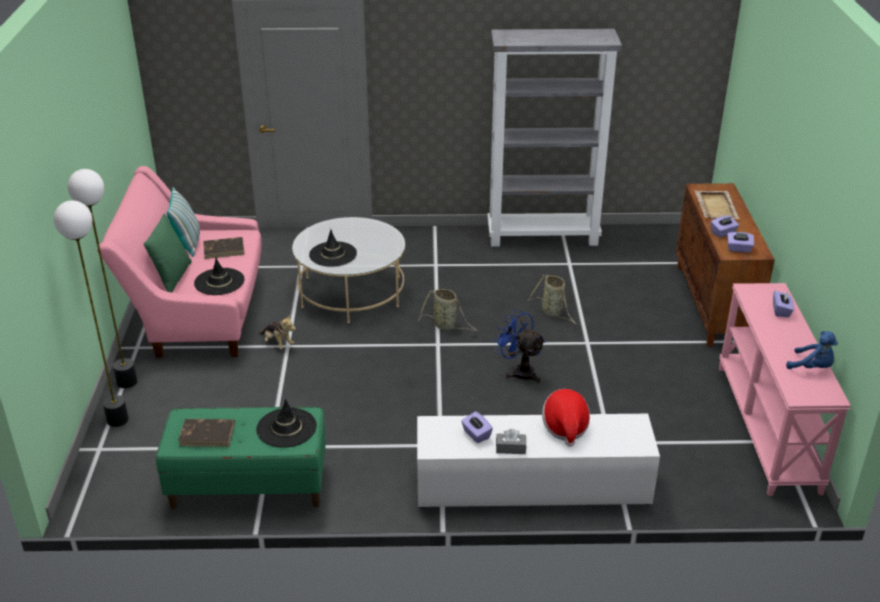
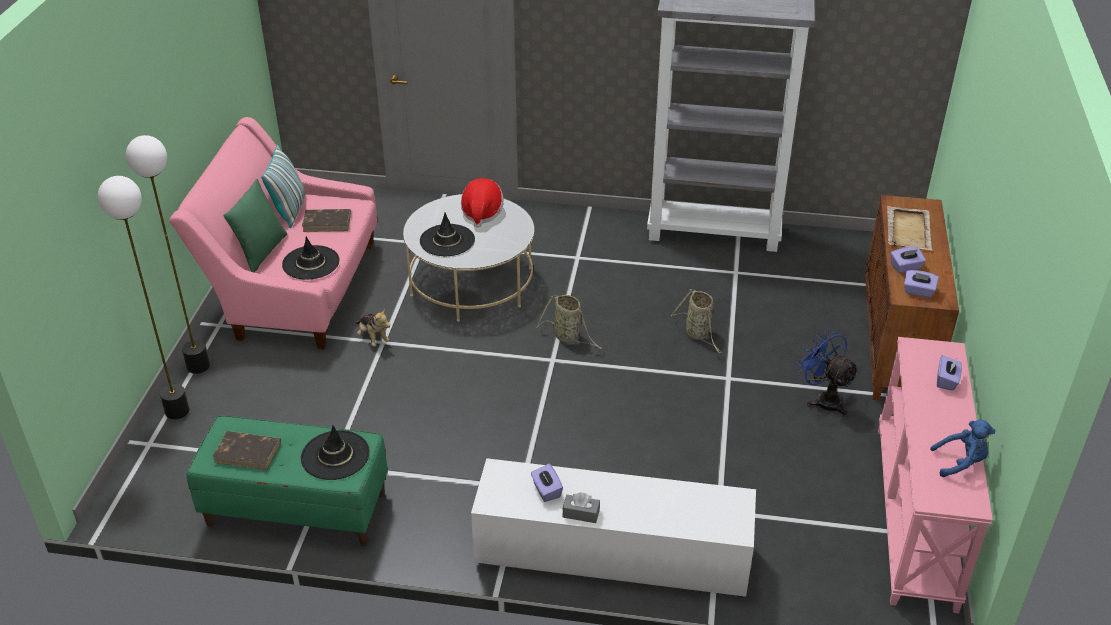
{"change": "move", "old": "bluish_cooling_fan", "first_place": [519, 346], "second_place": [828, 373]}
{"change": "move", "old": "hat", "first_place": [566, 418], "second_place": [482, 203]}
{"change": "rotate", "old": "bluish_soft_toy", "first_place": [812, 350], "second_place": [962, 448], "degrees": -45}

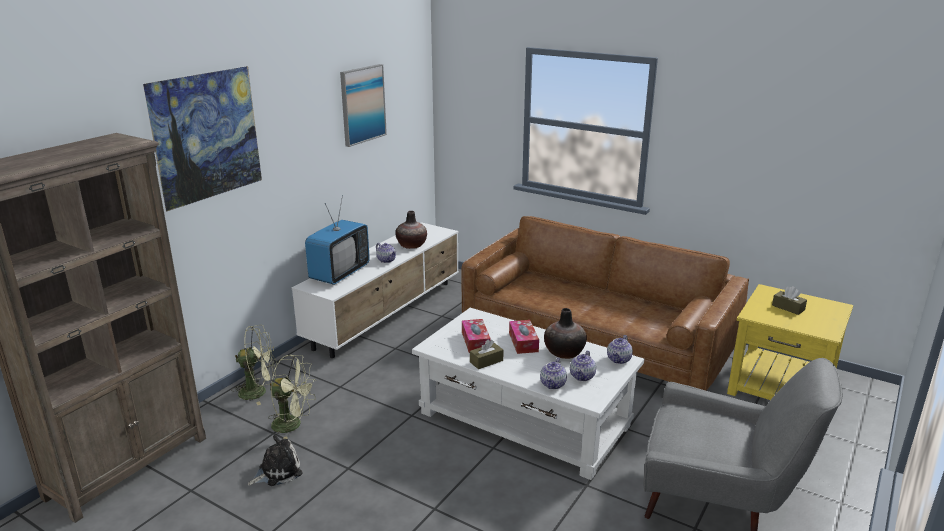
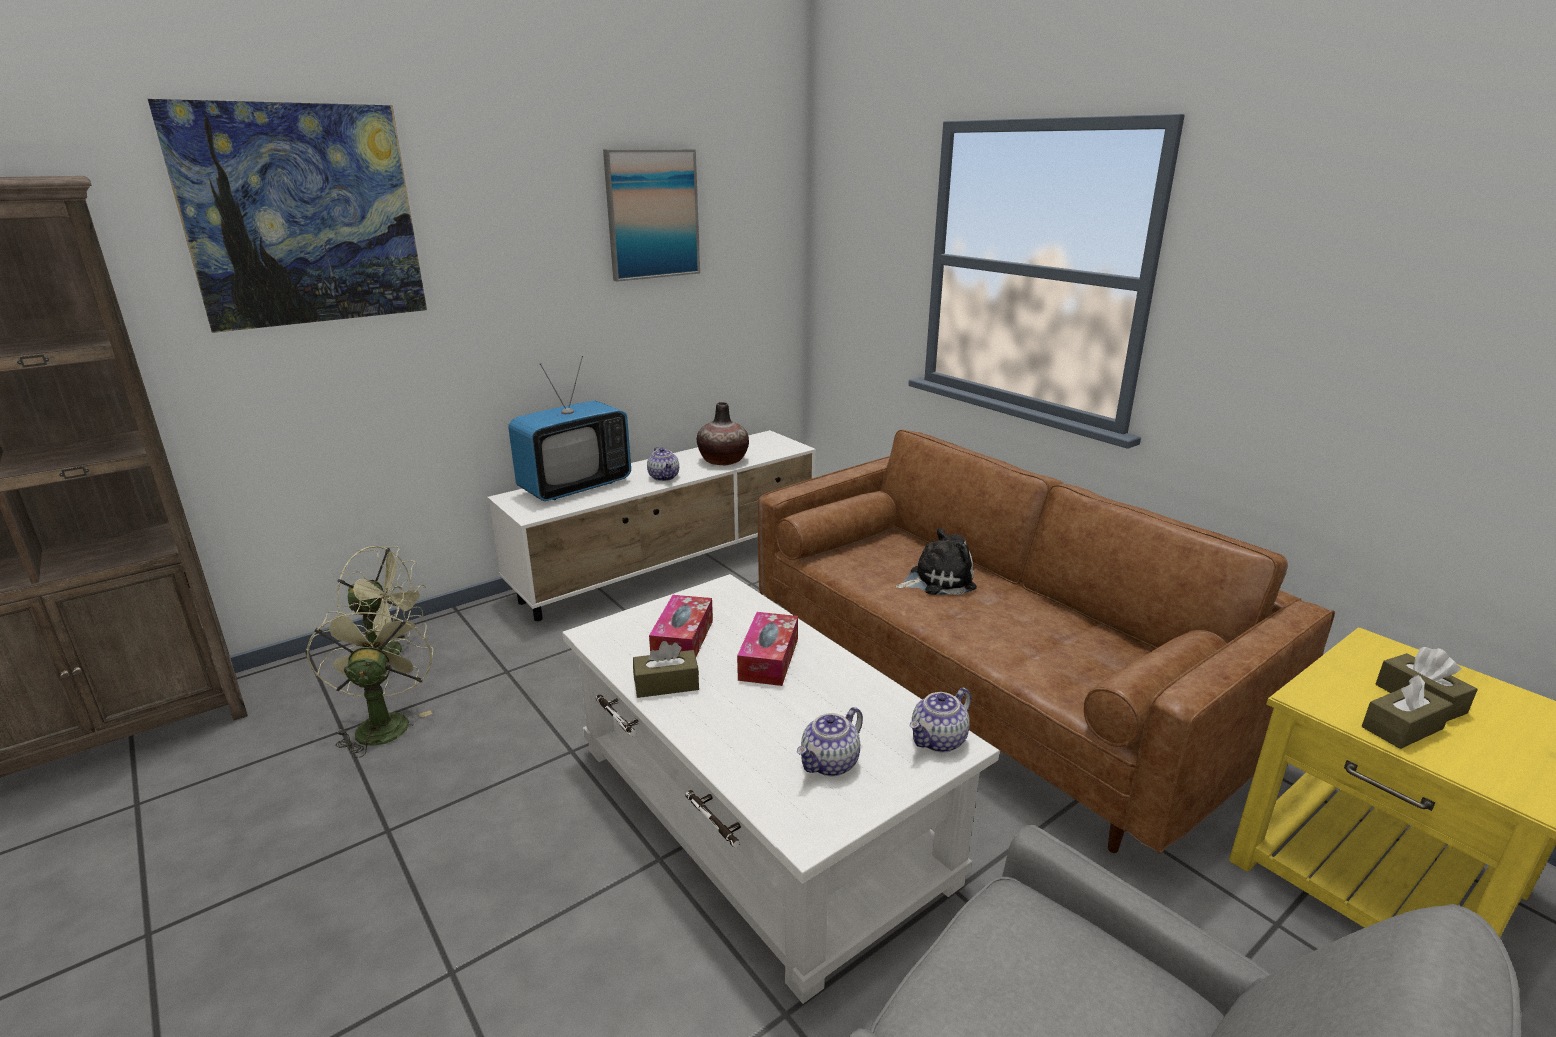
{"change": "move", "old": "soft_toy", "first_place": [275, 460], "second_place": [936, 561]}
{"change": "rotate", "old": "green-coloured_cooling_fan", "first_place": [292, 397], "second_place": [369, 679], "degrees": -135}
{"change": "delete", "old": "pot_for_tea", "first_place": [553, 373]}
{"change": "delete", "old": "flower_vase", "first_place": [565, 333]}
{"change": "insert", "new": "brown_tissue_box", "second_place": [1407, 712]}

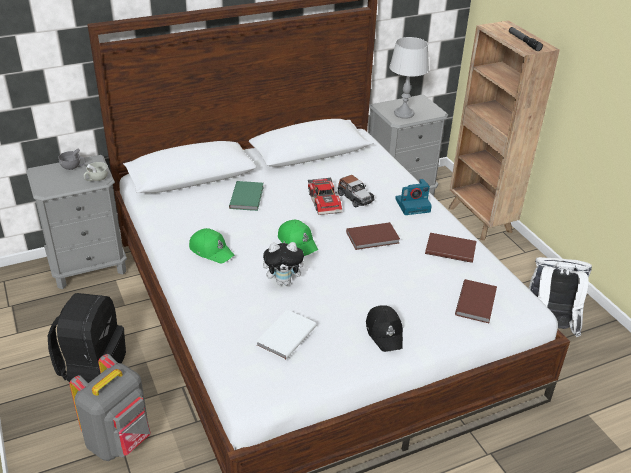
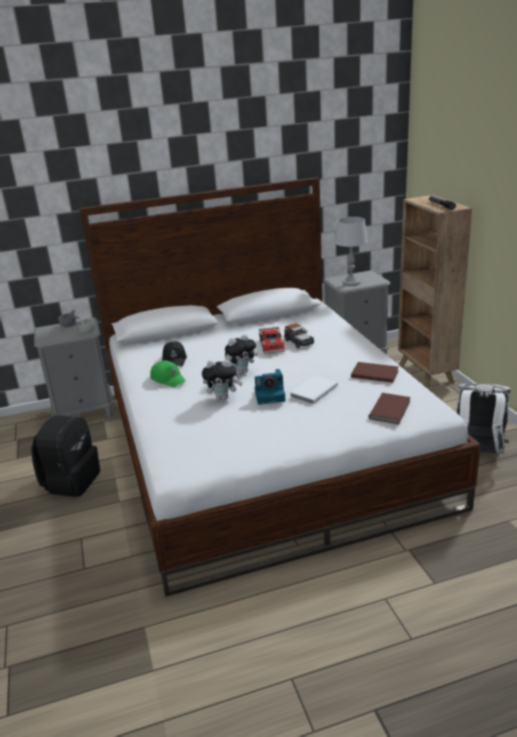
{"change": "delete", "old": "grey_rucksack", "first_place": [110, 407]}
{"change": "delete", "old": "green-coloured_volume", "first_place": [246, 196]}
{"change": "move", "old": "whitish_volume", "first_place": [286, 335], "second_place": [314, 389]}
{"change": "replace", "old": "green-coloured_peaked_cap", "new": "soft_toy", "first_place": [298, 238], "second_place": [241, 354]}
{"change": "delete", "old": "brown_volume", "first_place": [373, 236]}
{"change": "move", "old": "black-coloured_peaked_cap", "first_place": [384, 328], "second_place": [174, 354]}
{"change": "move", "old": "still_camera", "first_place": [413, 197], "second_place": [270, 387]}

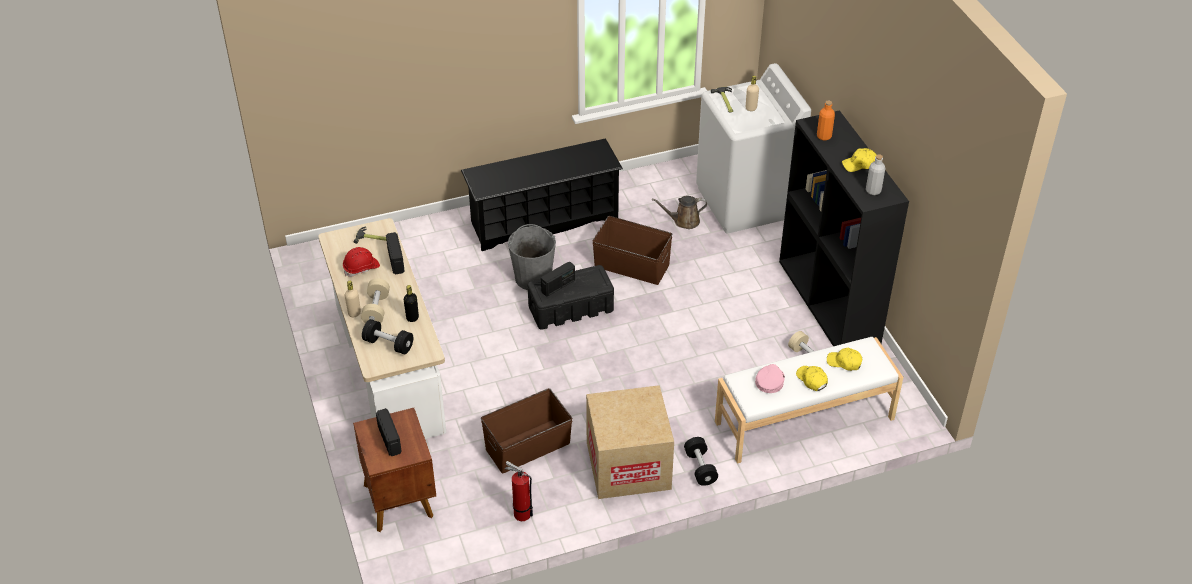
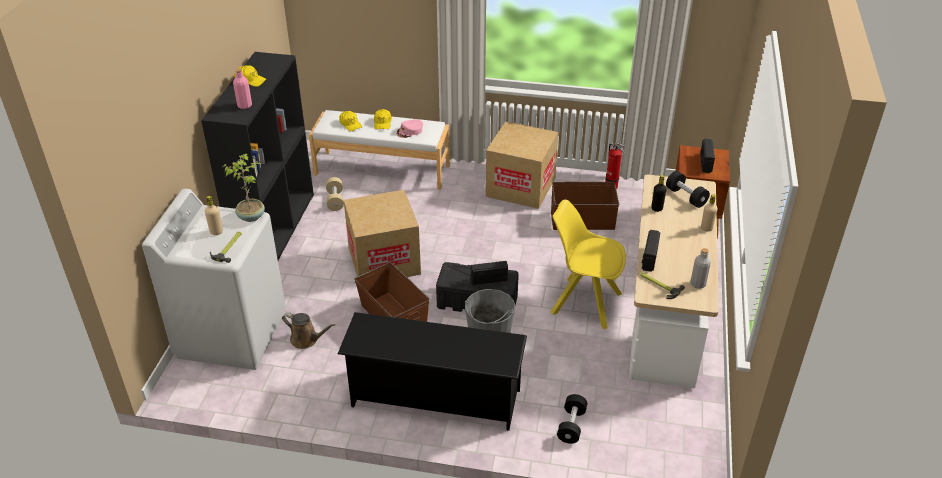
{"change": "delete", "old": "red_work_helmet", "first_place": [361, 262]}
{"change": "delete", "old": "sand-coloured_hand_weight", "first_place": [375, 300]}
{"change": "move", "old": "black-coloured_hand_weight", "first_place": [701, 461], "second_place": [572, 419]}
{"change": "recolor", "old": "orange_beverage_bottle", "new": "pink-coloured_beverage_bottle", "first_place": [826, 120], "second_place": [242, 89]}
{"change": "move", "old": "grey_beverage_bottle", "first_place": [875, 174], "second_place": [700, 268]}
{"change": "insert", "new": "plant_in_a_pot", "second_place": [244, 188]}
{"change": "insert", "new": "carton", "second_place": [382, 233]}
{"change": "insert", "new": "yellowish_chair", "second_place": [588, 264]}

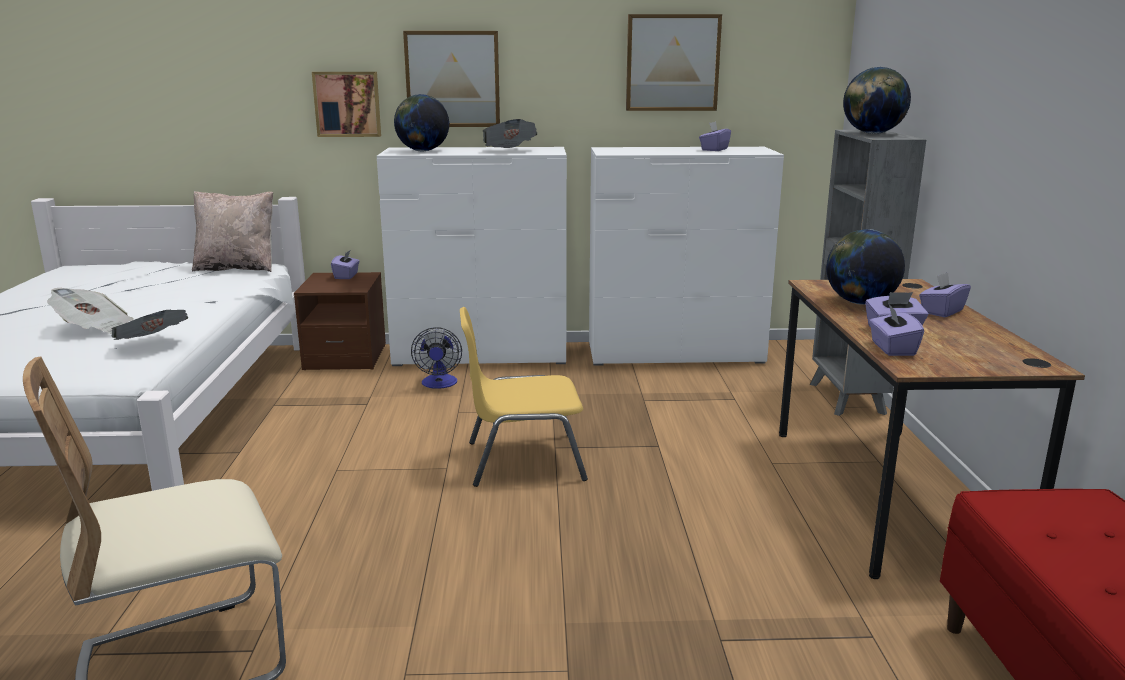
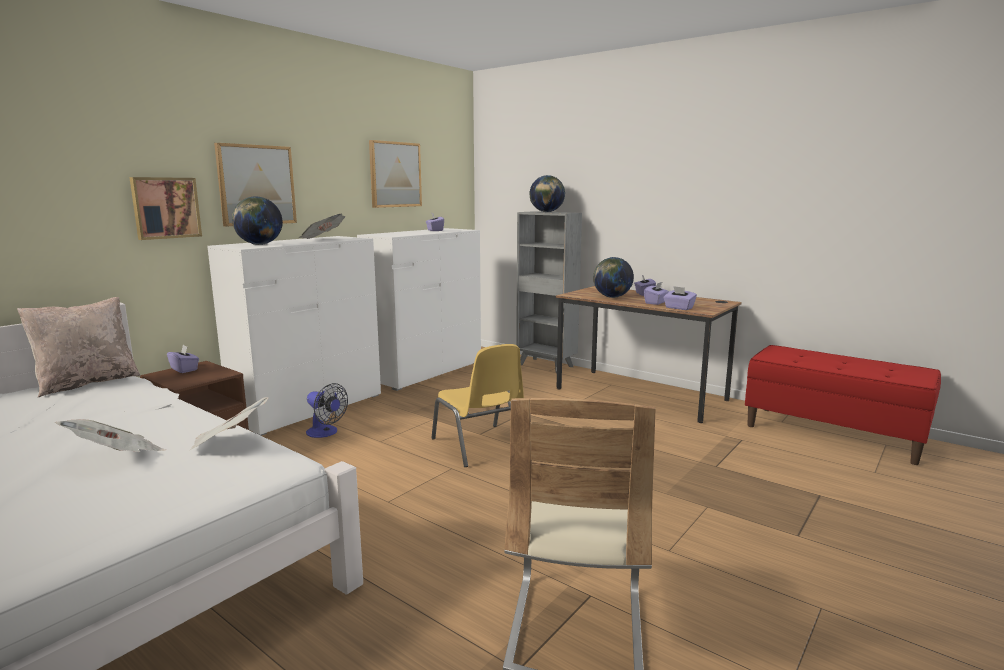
{"change": "rotate", "old": "yellowish_chair", "first_place": [524, 397], "second_place": [478, 405], "degrees": -60}

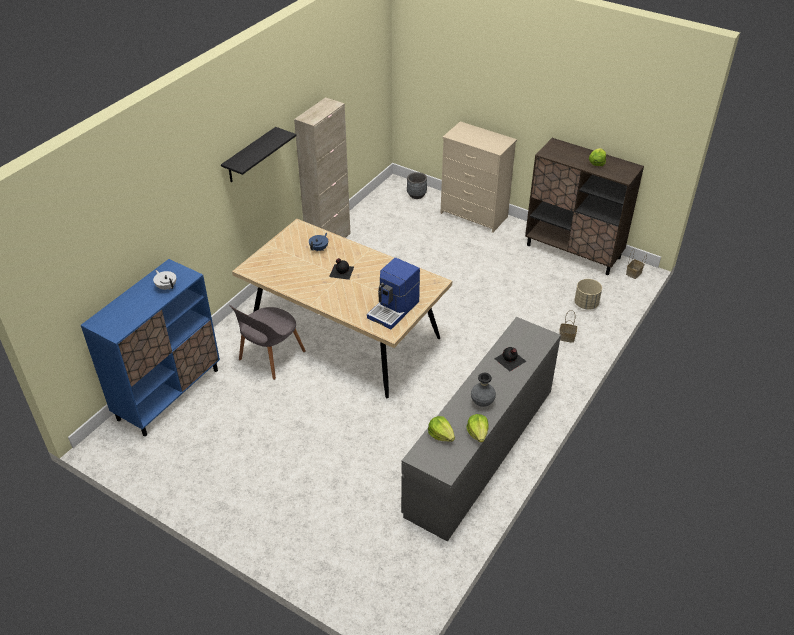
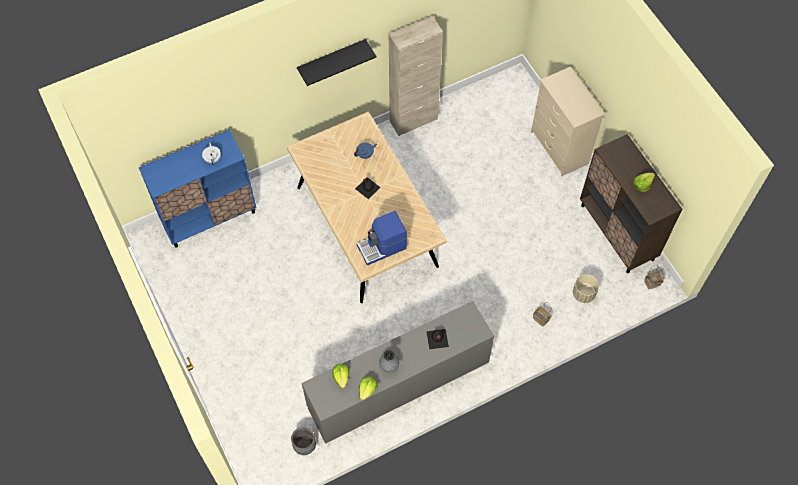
{"change": "delete", "old": "grey_chair", "first_place": [267, 342]}
{"change": "move", "old": "grey_planter", "first_place": [417, 185], "second_place": [303, 441]}

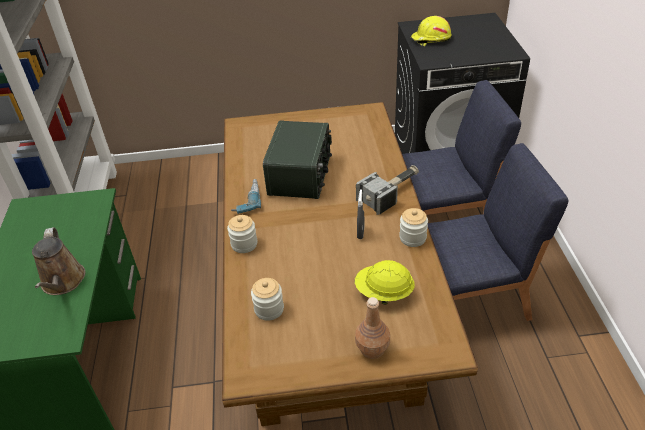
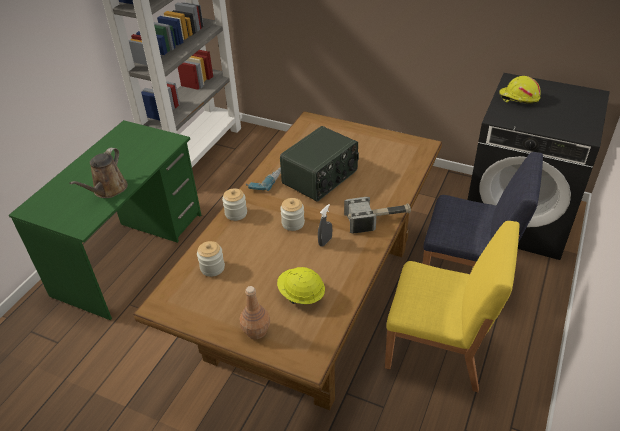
{"change": "move", "old": "preserve_jar", "first_place": [413, 227], "second_place": [292, 214]}
{"change": "recolor", "old": "bluish_chair", "new": "yellowish_chair", "first_place": [498, 232], "second_place": [452, 306]}

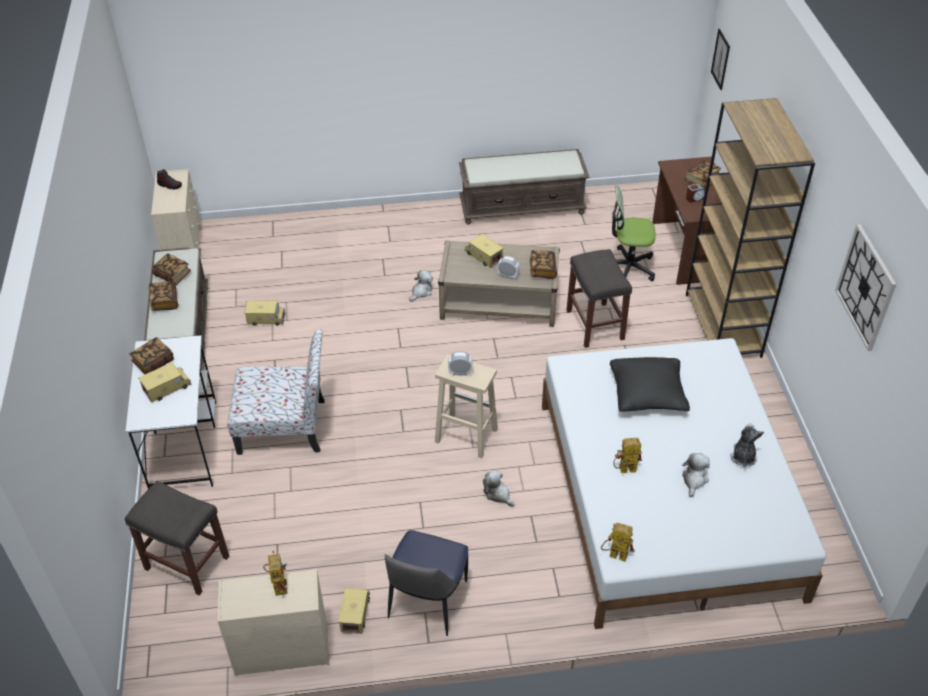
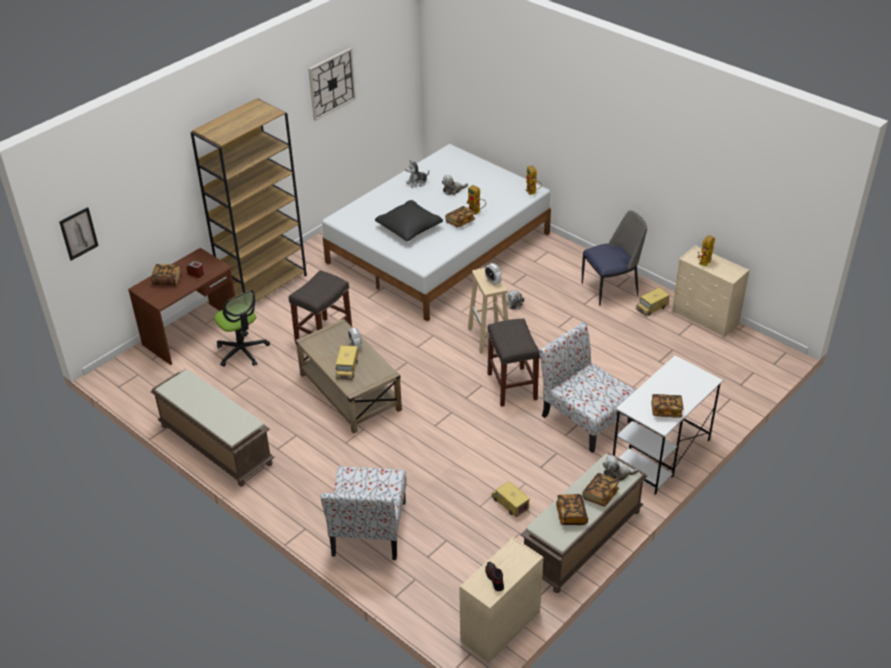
{"change": "move", "old": "grey_sitting_stool", "first_place": [177, 538], "second_place": [513, 362]}
{"change": "delete", "old": "toy_lorry", "first_place": [164, 382]}
{"change": "move", "old": "soft_toy", "first_place": [421, 286], "second_place": [621, 468]}
{"change": "move", "old": "volume", "first_place": [543, 264], "second_place": [460, 216]}
{"change": "insert", "new": "chair", "second_place": [364, 513]}

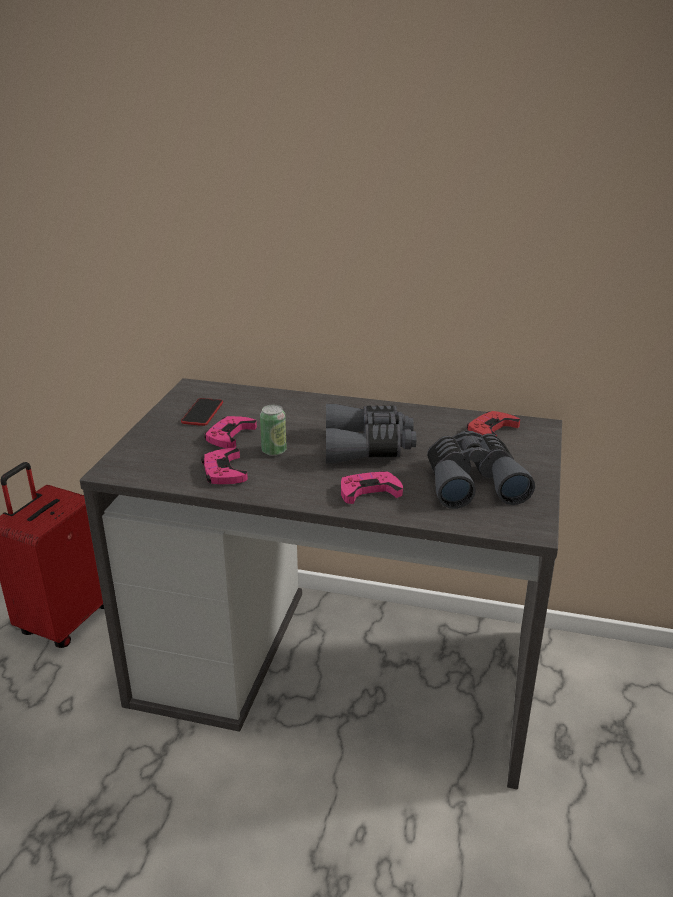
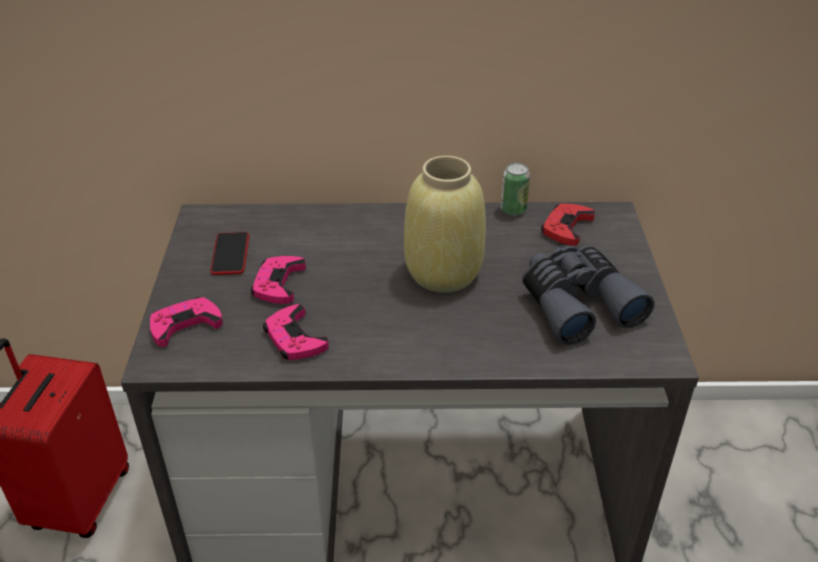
{"change": "move", "old": "sealed_can", "first_place": [273, 430], "second_place": [515, 189]}
{"change": "replace", "old": "grey_pair_of_binoculars", "new": "sand-coloured_flower_vase", "first_place": [371, 433], "second_place": [445, 224]}
{"change": "move", "old": "pink-coloured_game_controller", "first_place": [372, 487], "second_place": [186, 322]}

